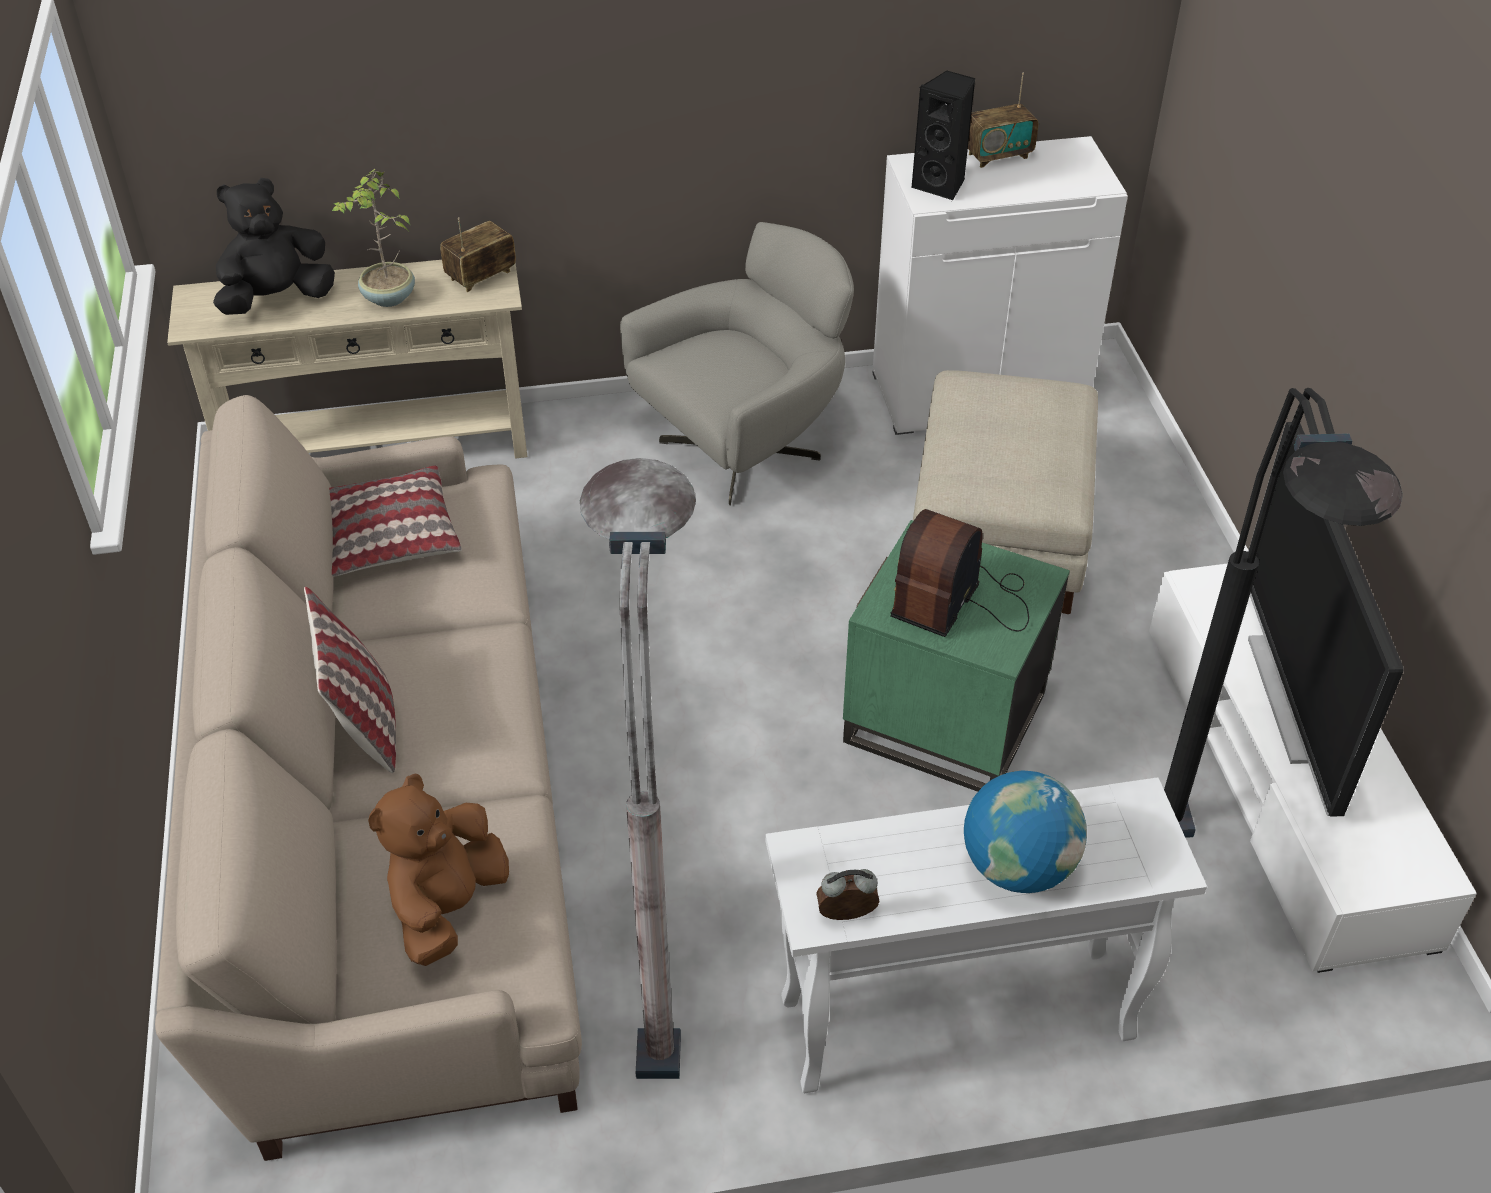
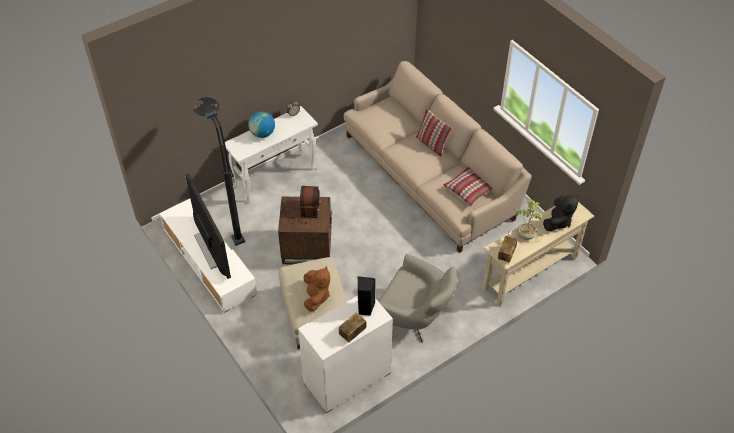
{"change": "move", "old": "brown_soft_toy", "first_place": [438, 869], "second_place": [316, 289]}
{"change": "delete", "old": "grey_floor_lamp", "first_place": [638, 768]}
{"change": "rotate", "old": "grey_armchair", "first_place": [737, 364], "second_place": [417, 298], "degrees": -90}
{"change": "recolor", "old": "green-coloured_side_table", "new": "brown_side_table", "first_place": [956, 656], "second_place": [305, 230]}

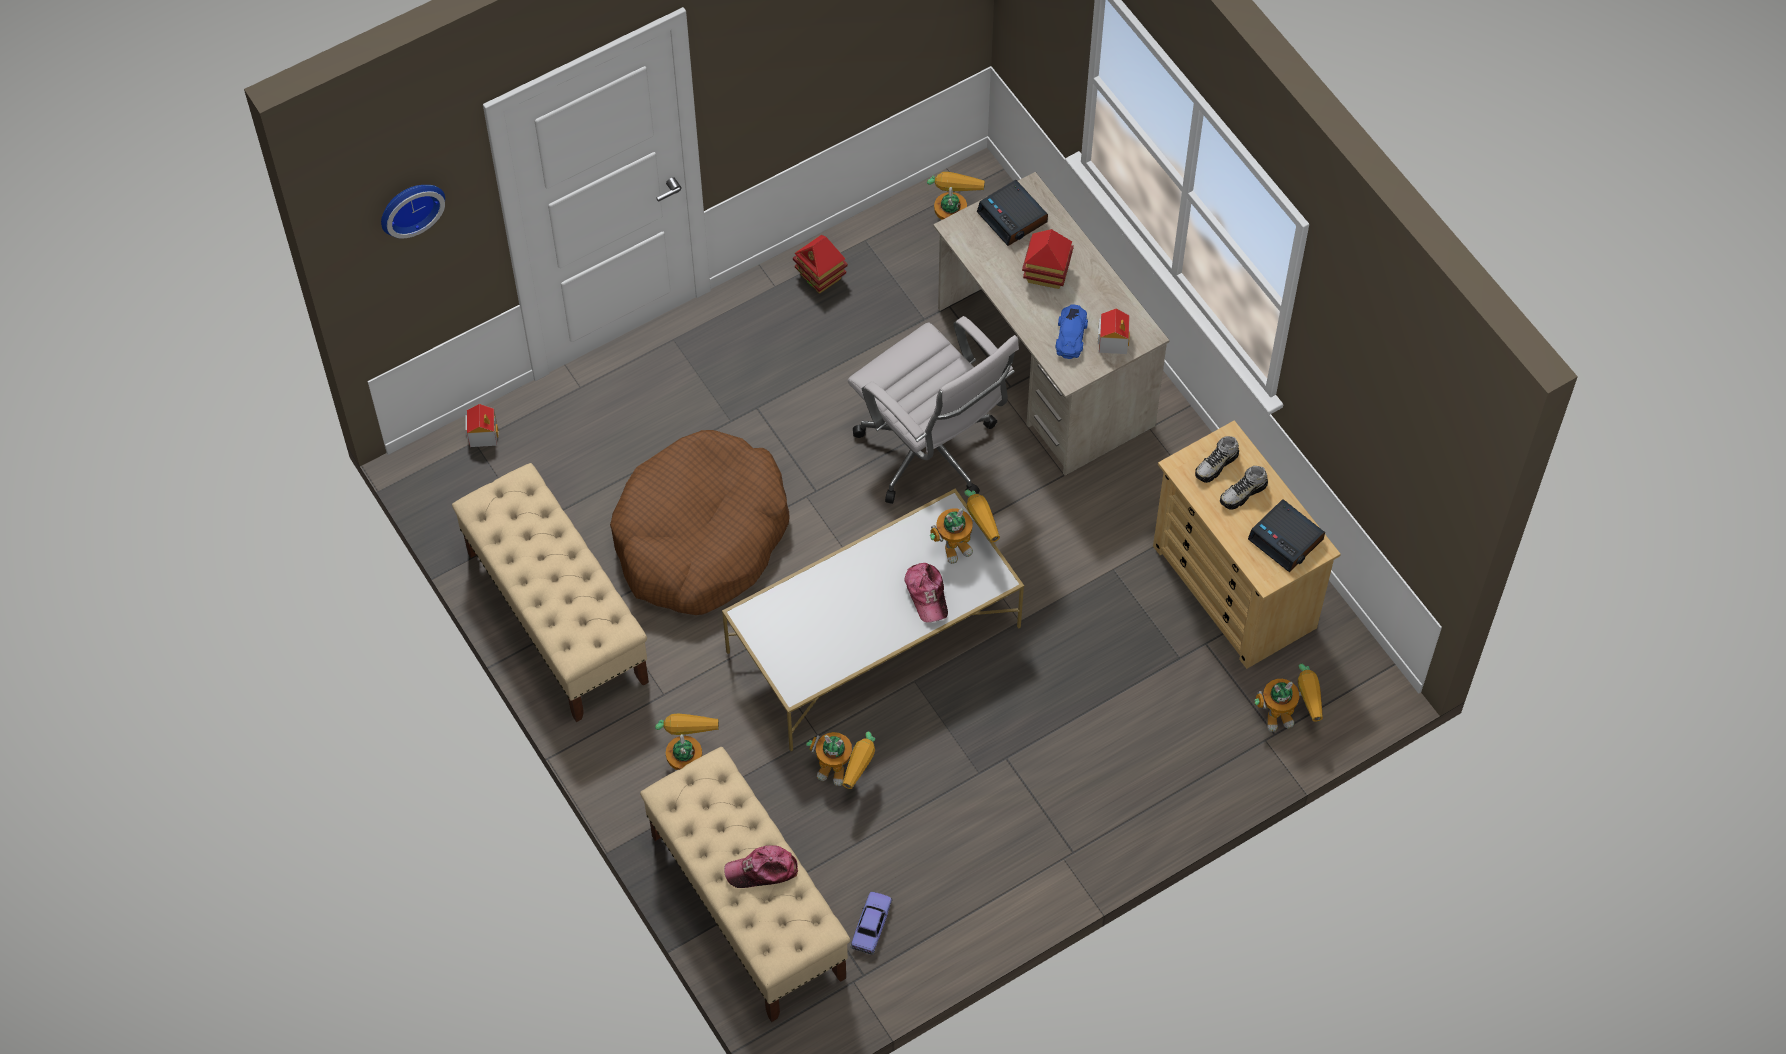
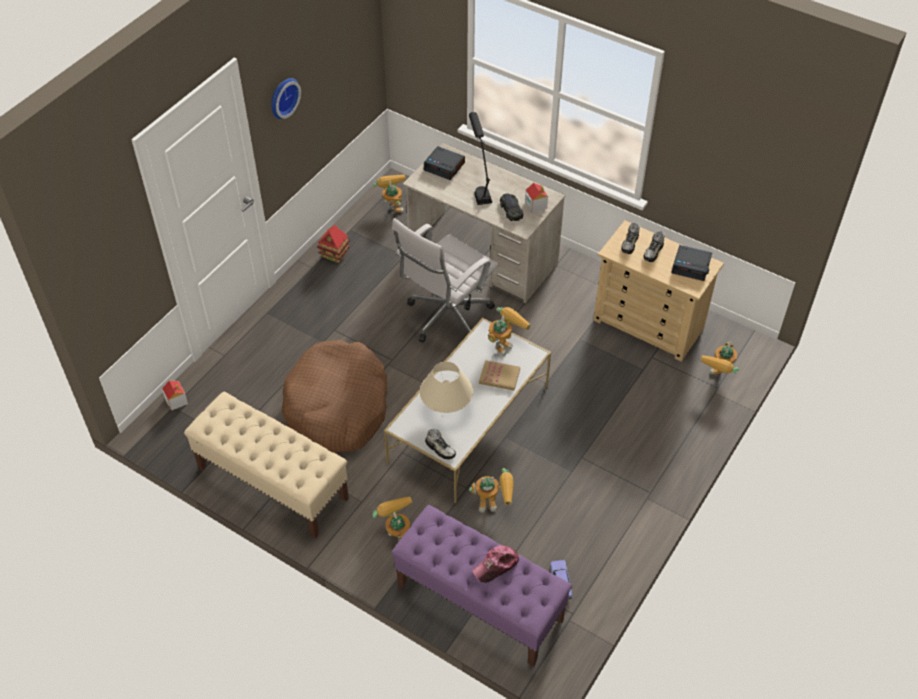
{"change": "move", "old": "hanging_clock", "first_place": [413, 211], "second_place": [286, 98]}
{"change": "recolor", "old": "sand-coloured_bench", "new": "purplish_bench", "first_place": [745, 884], "second_place": [482, 586]}
{"change": "rotate", "old": "whitish_computer_chair", "first_place": [933, 410], "second_place": [445, 280], "degrees": 105}
{"change": "replace", "old": "peaked_cap", "new": "volume", "first_place": [926, 593], "second_place": [499, 375]}
{"change": "replace", "old": "toy_house", "new": "black-coloured_table_lamp", "first_place": [1048, 259], "second_place": [480, 158]}
{"change": "recolor", "old": "bluish_miniature_car", "new": "black-coloured_miniature_car", "first_place": [1071, 332], "second_place": [511, 207]}
{"change": "rotate", "old": "model_robot", "first_place": [1288, 698], "second_place": [719, 358], "degrees": 150}
{"change": "insert", "new": "sand-coloured_table_lamp", "second_place": [446, 387]}
{"change": "insert", "new": "shoe", "second_place": [440, 444]}

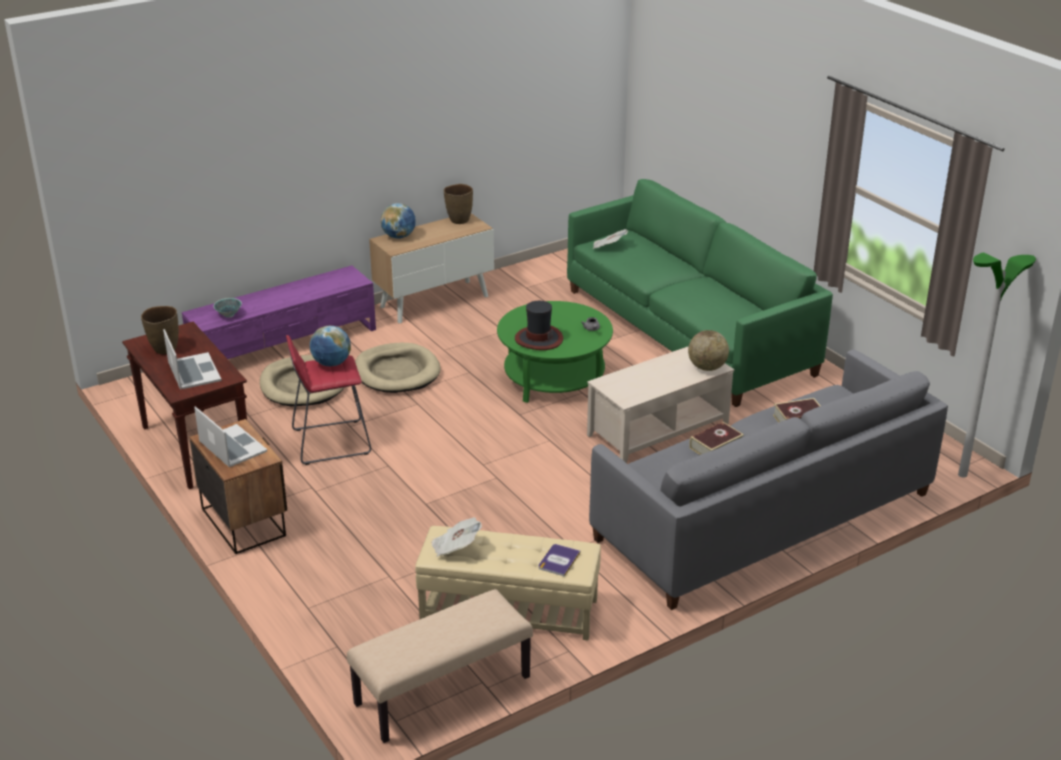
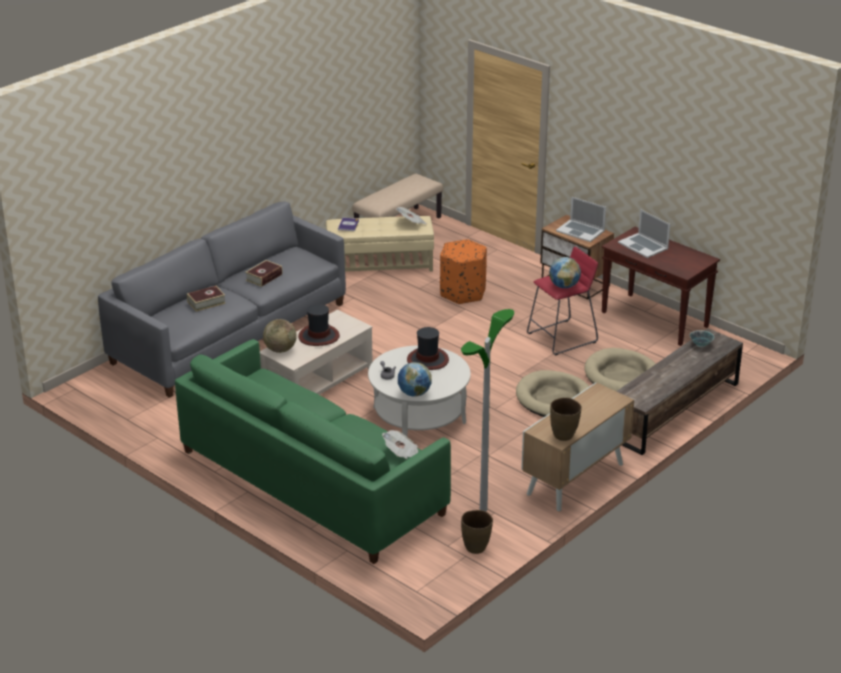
{"change": "move", "old": "brown_flower_vase", "first_place": [160, 330], "second_place": [477, 532]}
{"change": "recolor", "old": "purplish_media_console", "new": "brown_media_console", "first_place": [279, 312], "second_place": [680, 391]}
{"change": "move", "old": "globe", "first_place": [398, 221], "second_place": [415, 379]}
{"change": "recolor", "old": "green-coloured_low_table", "new": "whitish_low_table", "first_place": [555, 352], "second_place": [419, 391]}
{"change": "move", "old": "floor_lamp", "first_place": [997, 365], "second_place": [487, 410]}
{"change": "insert", "new": "hat", "second_place": [319, 325]}
{"change": "insert", "new": "orange_pouffe", "second_place": [463, 271]}

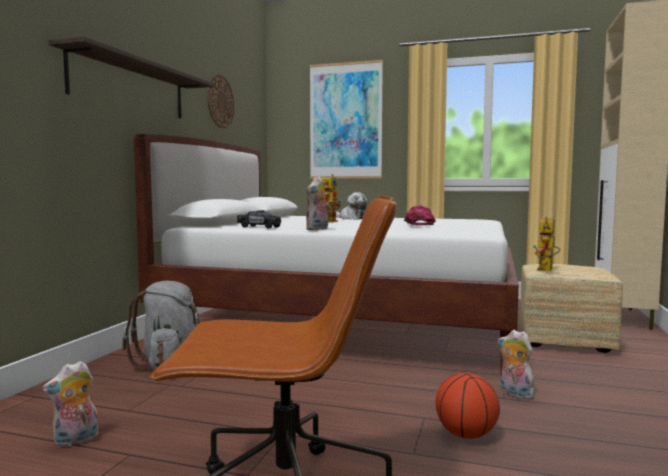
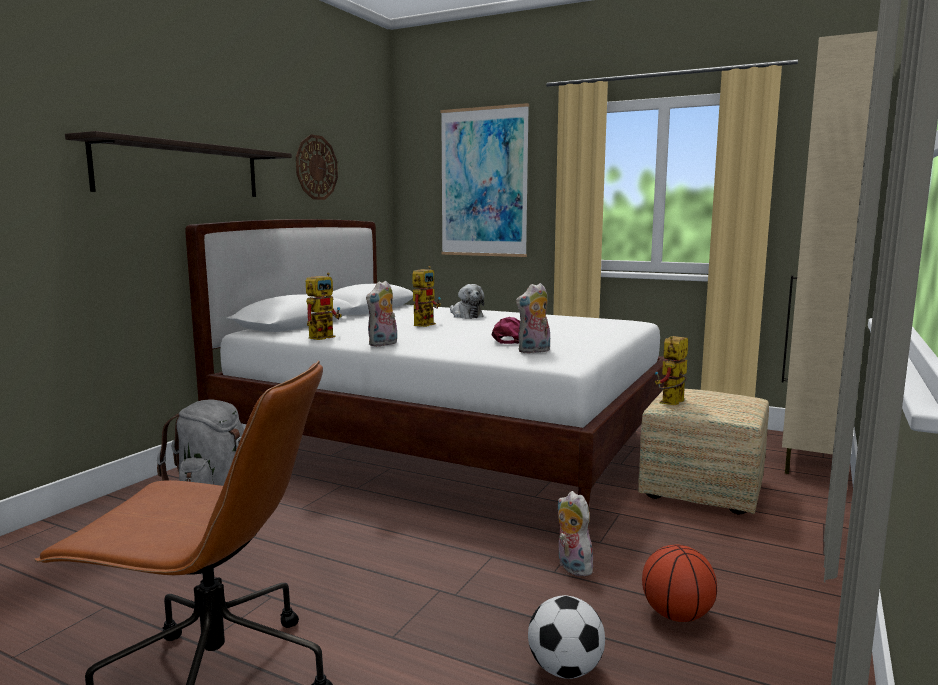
{"change": "move", "old": "soft_toy", "first_place": [70, 404], "second_place": [533, 318]}
{"change": "replace", "old": "black-coloured_miniature_car", "new": "model_robot", "first_place": [259, 219], "second_place": [324, 306]}
{"change": "move", "old": "ball_for_basketball", "first_place": [468, 405], "second_place": [679, 583]}
{"change": "insert", "new": "ball_for_football", "second_place": [566, 637]}

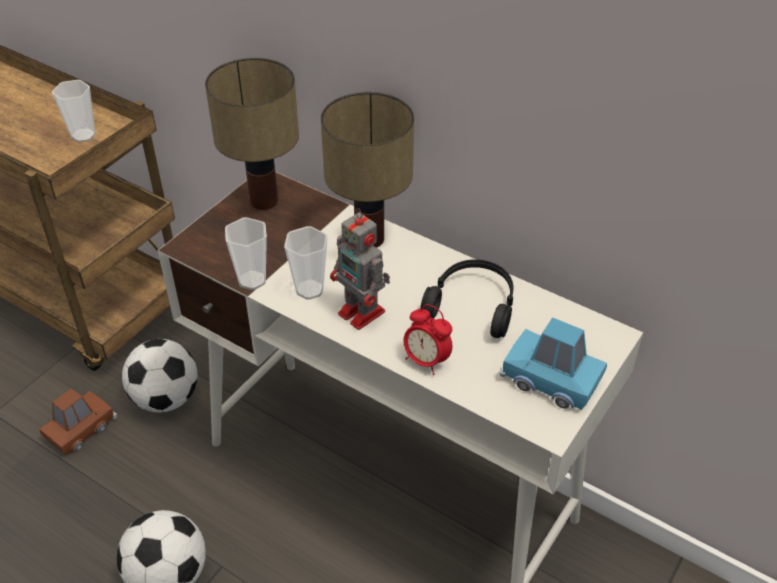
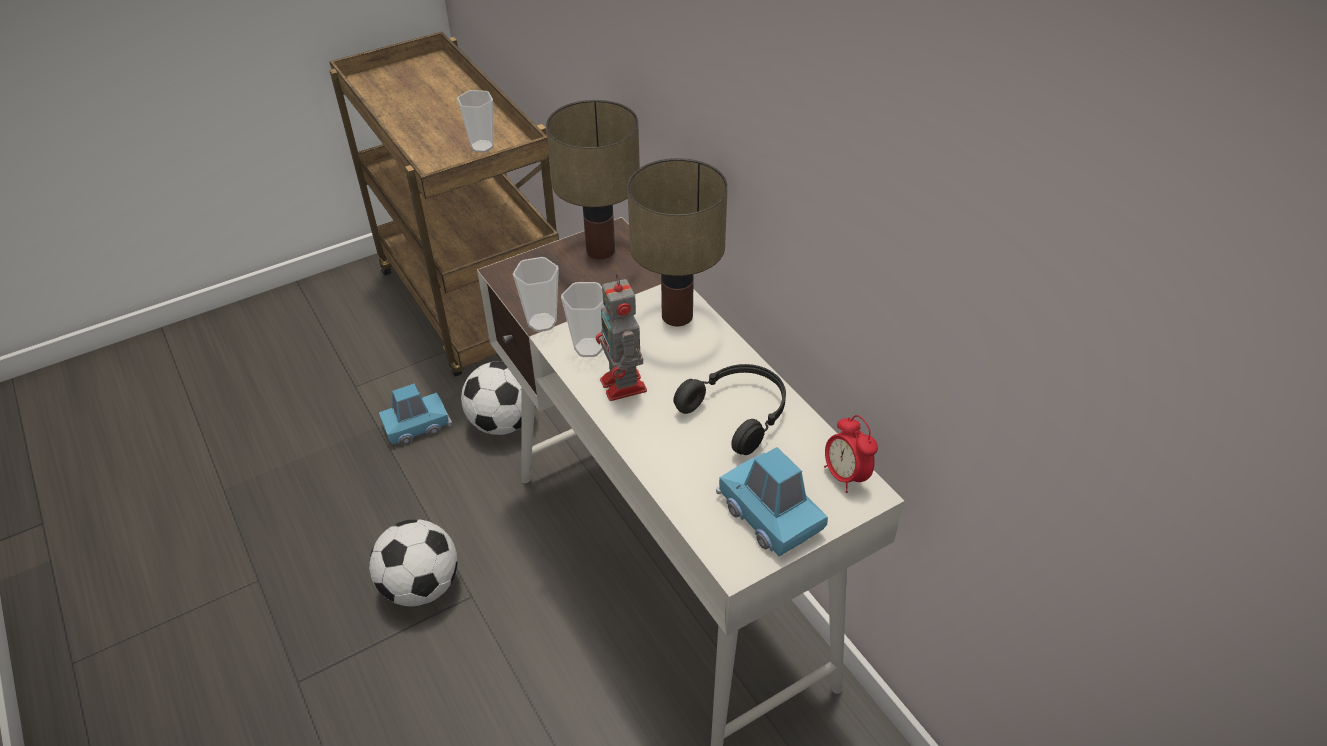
{"change": "recolor", "old": "brown_miniature_car", "new": "bluish_miniature_car", "first_place": [78, 421], "second_place": [415, 413]}
{"change": "move", "old": "alarm_clock", "first_place": [428, 339], "second_place": [851, 454]}

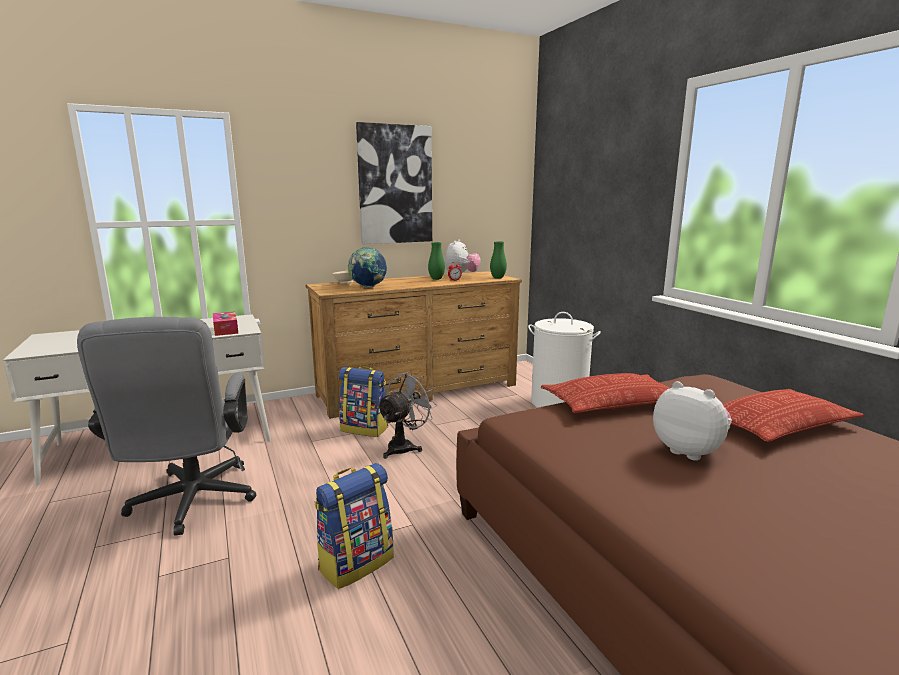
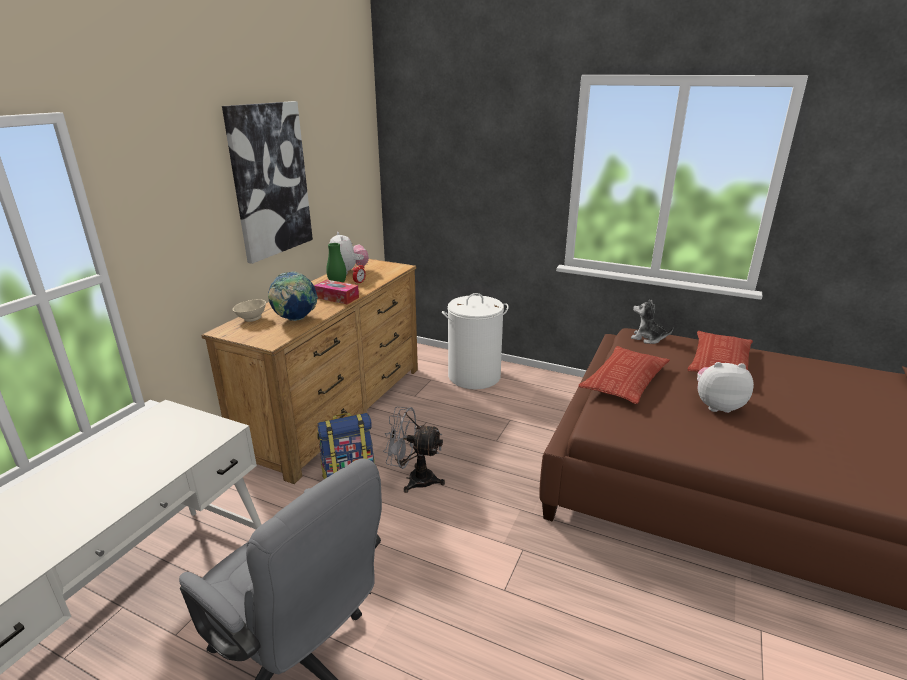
{"change": "move", "old": "tissue_box", "first_place": [225, 323], "second_place": [336, 292]}
{"change": "delete", "old": "rucksack", "first_place": [353, 526]}
{"change": "rotate", "old": "grey_cooling_fan", "first_place": [406, 415], "second_place": [414, 450], "degrees": -75}
{"change": "delete", "old": "green-coloured_flower_vase", "first_place": [498, 260]}
{"change": "insert", "new": "soft_toy", "second_place": [652, 321]}

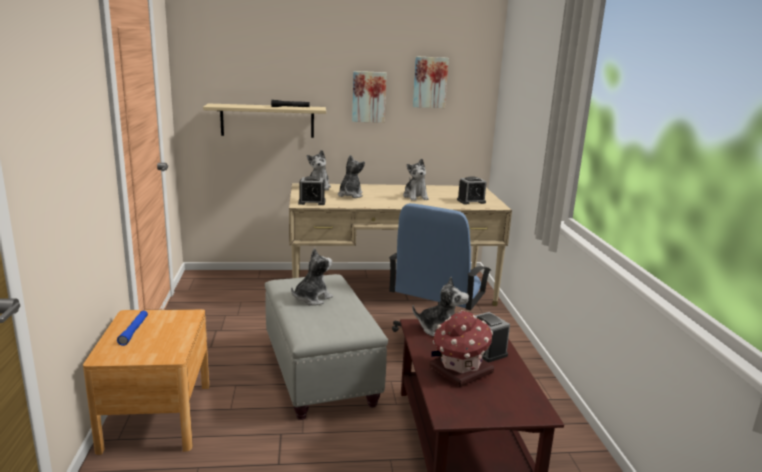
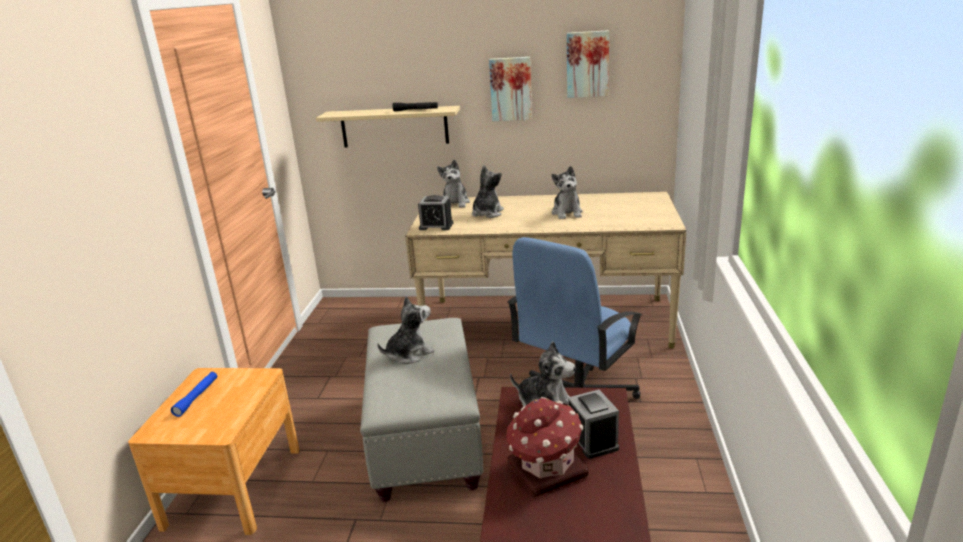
{"change": "delete", "old": "alarm_clock", "first_place": [472, 190]}

